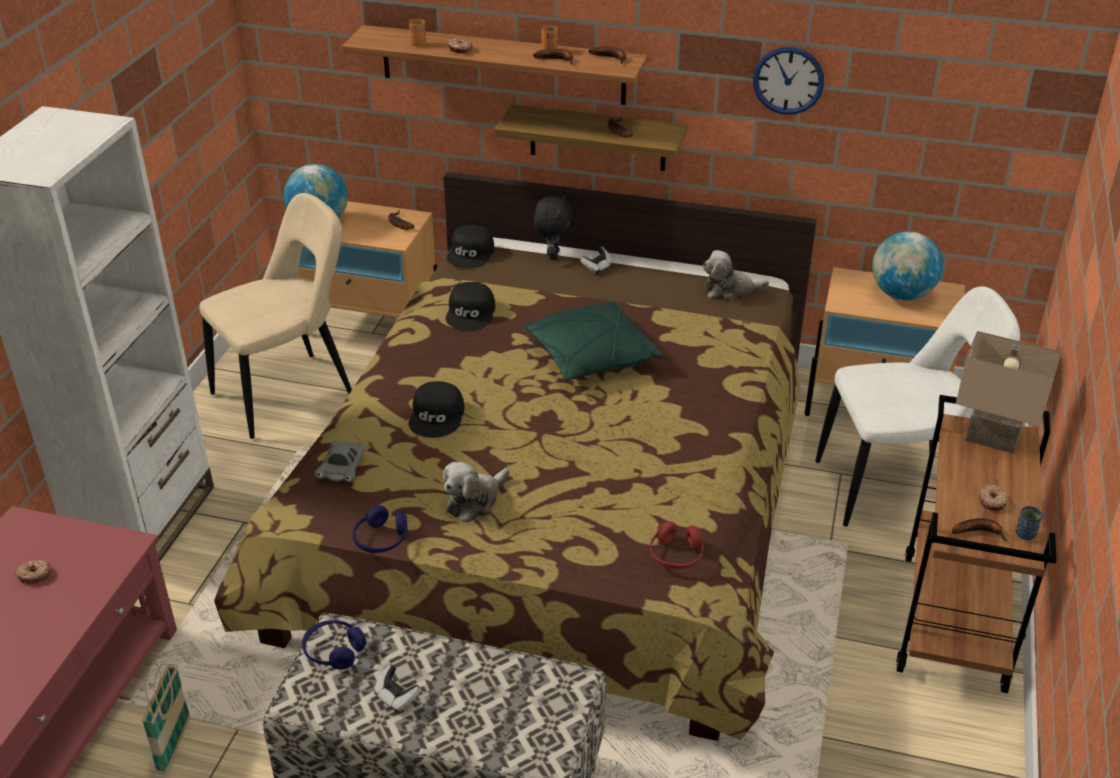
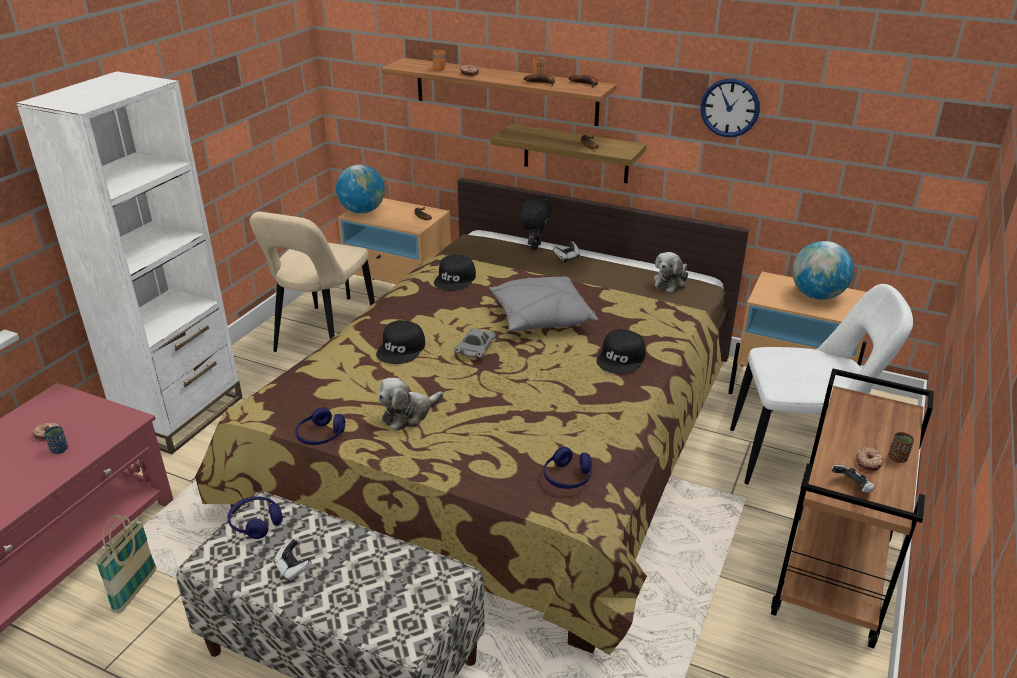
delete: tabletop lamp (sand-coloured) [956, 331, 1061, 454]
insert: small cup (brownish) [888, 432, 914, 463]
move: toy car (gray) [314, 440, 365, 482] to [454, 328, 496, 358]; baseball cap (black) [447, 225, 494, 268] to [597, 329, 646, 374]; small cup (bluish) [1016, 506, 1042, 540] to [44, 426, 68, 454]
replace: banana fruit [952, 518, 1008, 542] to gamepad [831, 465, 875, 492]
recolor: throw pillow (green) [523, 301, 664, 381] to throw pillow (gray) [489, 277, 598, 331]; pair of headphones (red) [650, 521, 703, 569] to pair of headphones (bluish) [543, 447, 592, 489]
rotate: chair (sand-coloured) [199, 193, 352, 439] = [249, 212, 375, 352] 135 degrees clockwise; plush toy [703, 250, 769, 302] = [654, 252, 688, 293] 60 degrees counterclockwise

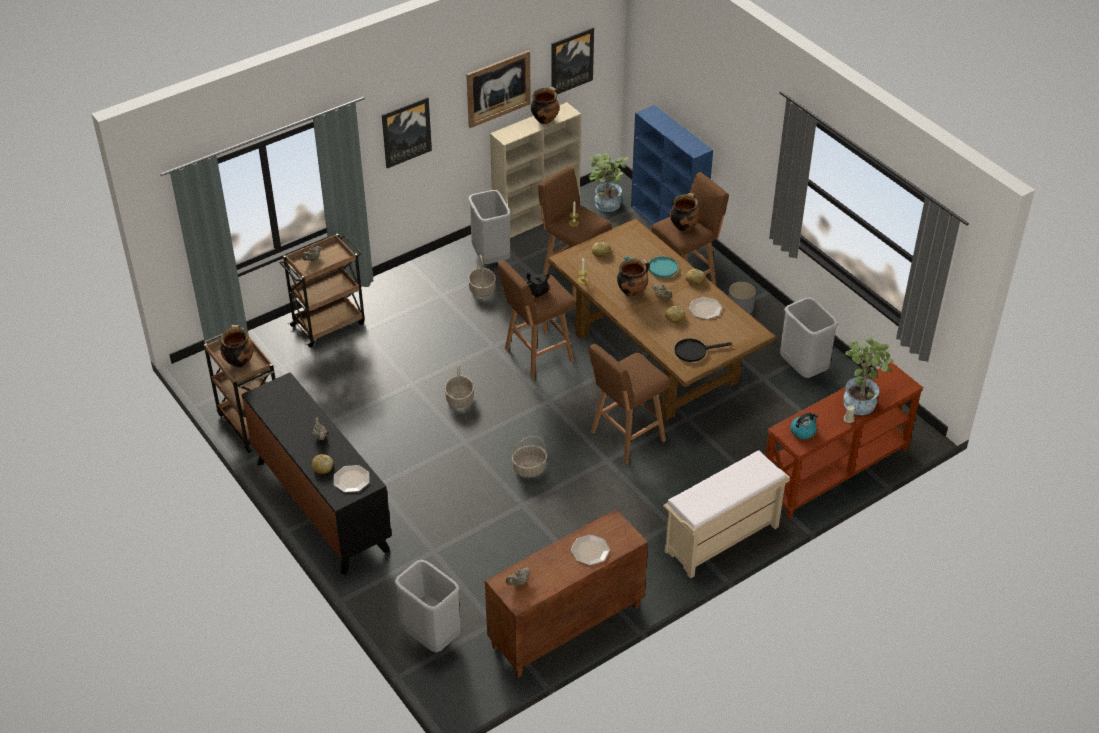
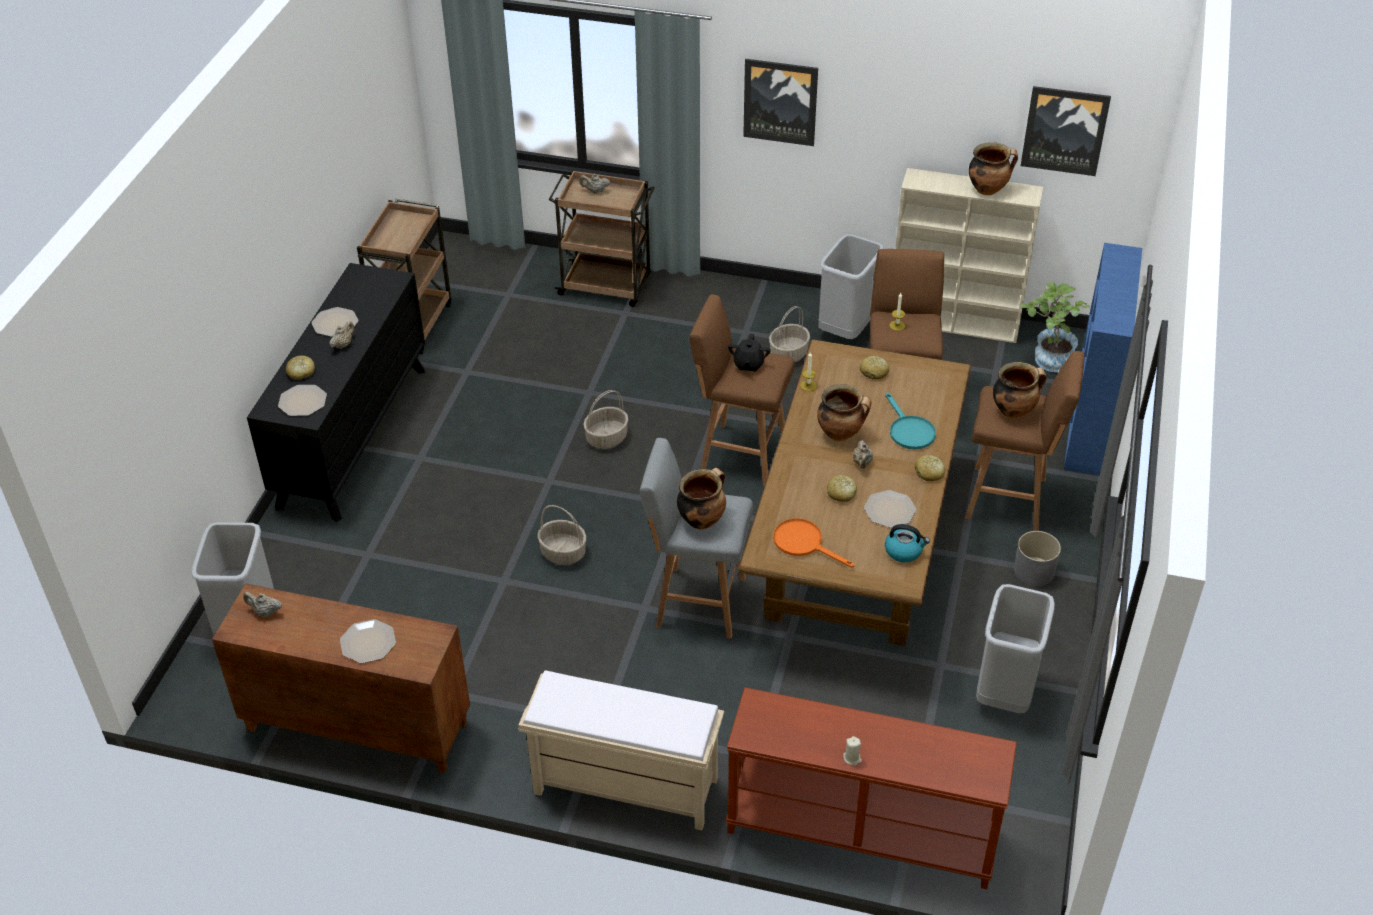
delete: picture [466, 50, 531, 128]; plant in a pot [843, 337, 894, 415]
insert: flat dish [312, 307, 358, 337]
move: cooking pot [220, 325, 253, 368] to [677, 468, 726, 529]; tea kettle [791, 412, 818, 439] to [885, 524, 930, 562]
recolor: stool seat (brownish) [589, 344, 670, 464] to stool seat (gray) [640, 438, 753, 639]; frying pan (black) [675, 339, 732, 362] to frying pan (orange-coloured) [773, 518, 854, 568]

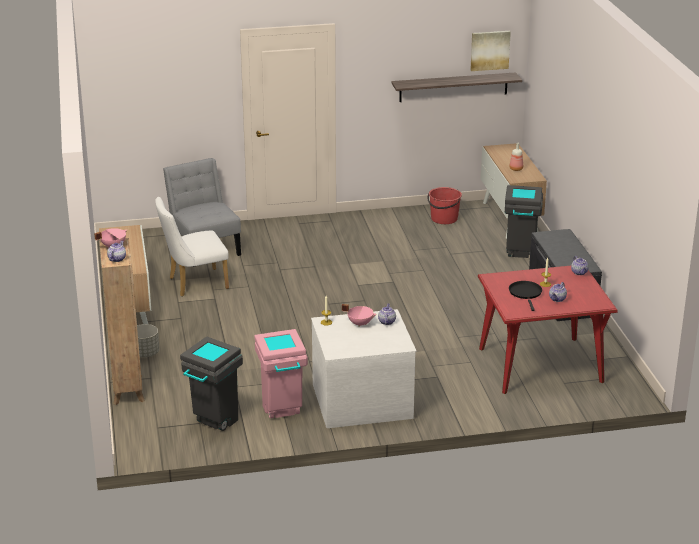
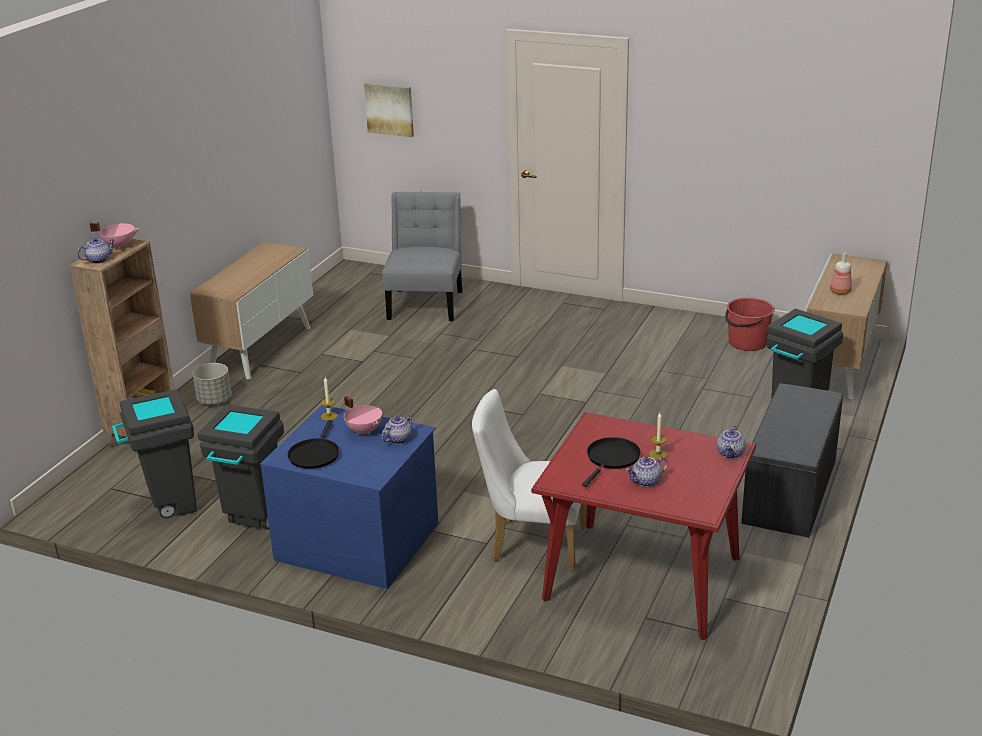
delete: bracket shelf [391, 72, 522, 102]
insert: frying pan (black) [288, 420, 339, 469]
move: chair (whitish) [155, 197, 229, 297] to [472, 389, 586, 572]; picture [470, 31, 511, 71] to [364, 83, 414, 137]
recolor: trash can (pink-coloured) [254, 329, 308, 418] to trash can (gray) [197, 404, 284, 529]; drawer chest (whitish) [311, 309, 417, 428] to drawer chest (bluish) [260, 405, 438, 589]

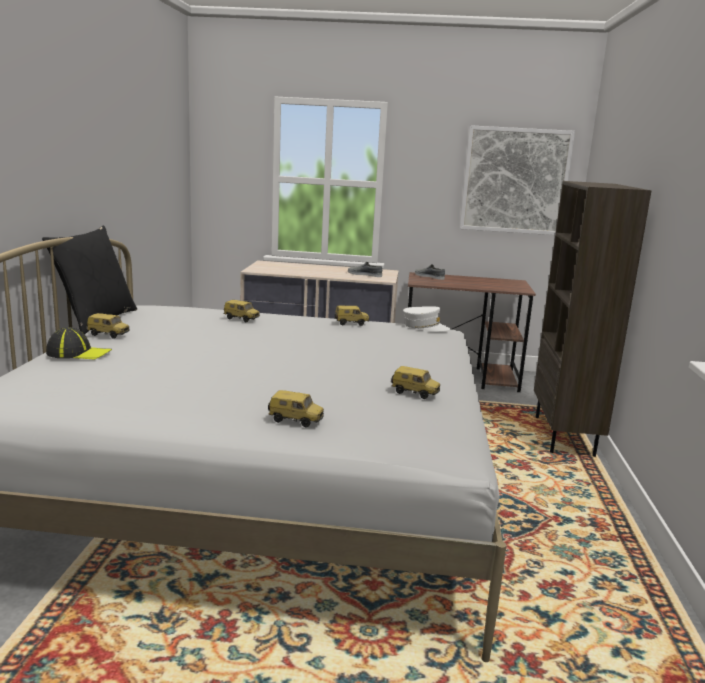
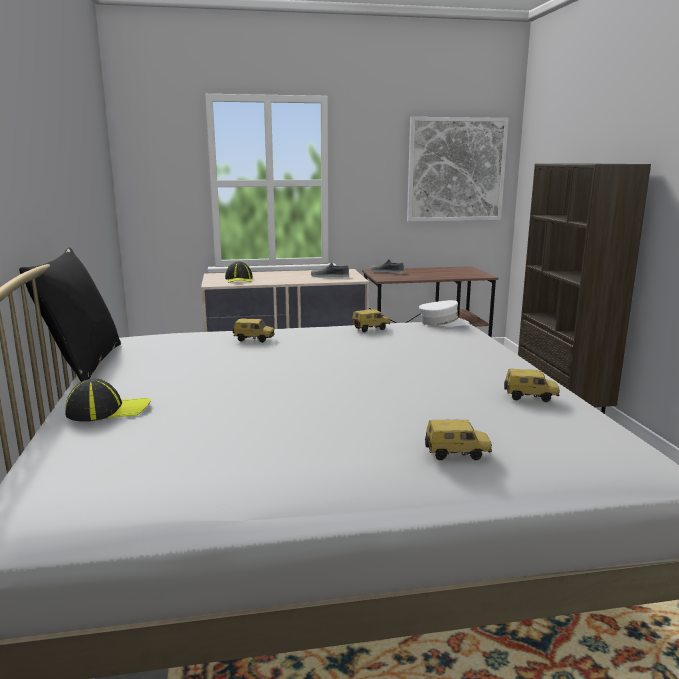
delete: toy car [87, 313, 130, 339]
insert: baseball cap [225, 261, 253, 283]

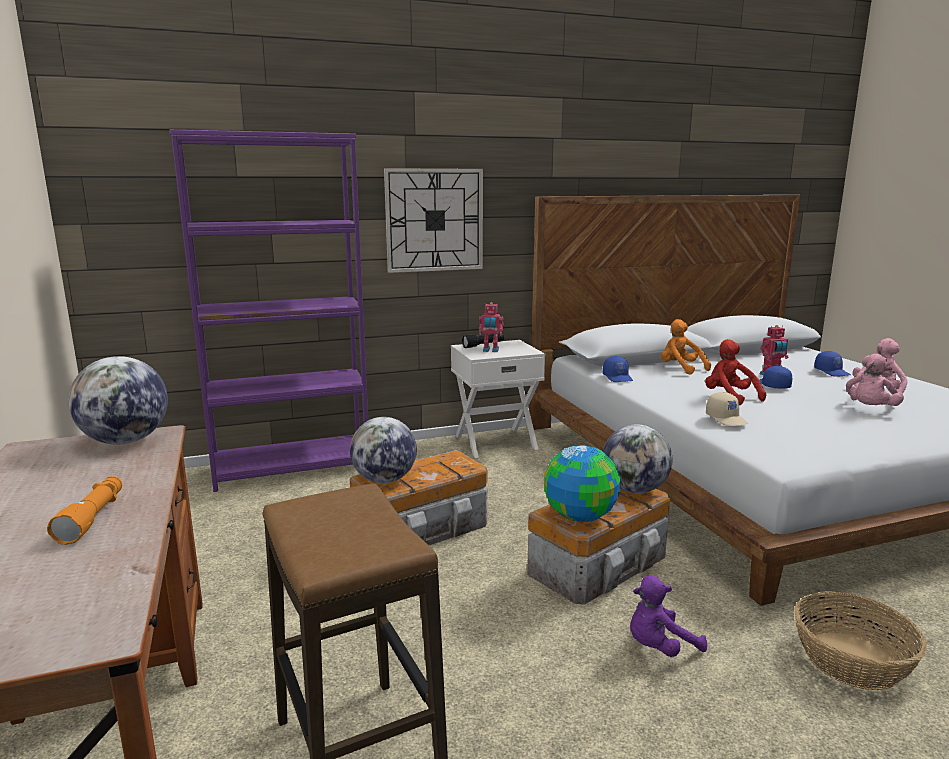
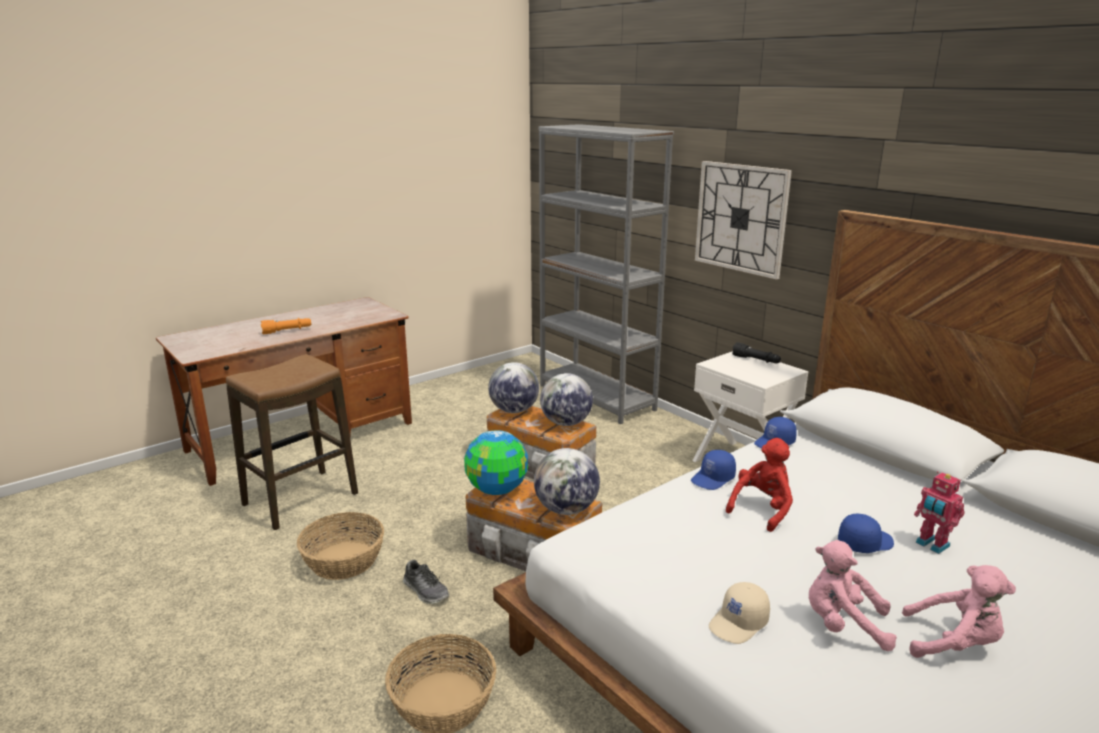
delete: robot figure [479, 302, 503, 352]; plush toy (orange-coloured) [661, 319, 711, 375]
insert: storage basket [297, 512, 384, 580]
move: globe [68, 356, 168, 445] to [540, 373, 593, 426]; baseball cap (sand-coloured) [706, 392, 748, 426] to [709, 582, 770, 644]; baseball cap (bluish) [814, 351, 851, 377] to [691, 450, 736, 490]
replace: plush toy (purple) [630, 575, 707, 657] to item of footwear [403, 560, 450, 604]
recolor: bookcase (purple) [169, 129, 368, 492] to bookcase (gray) [538, 124, 674, 424]

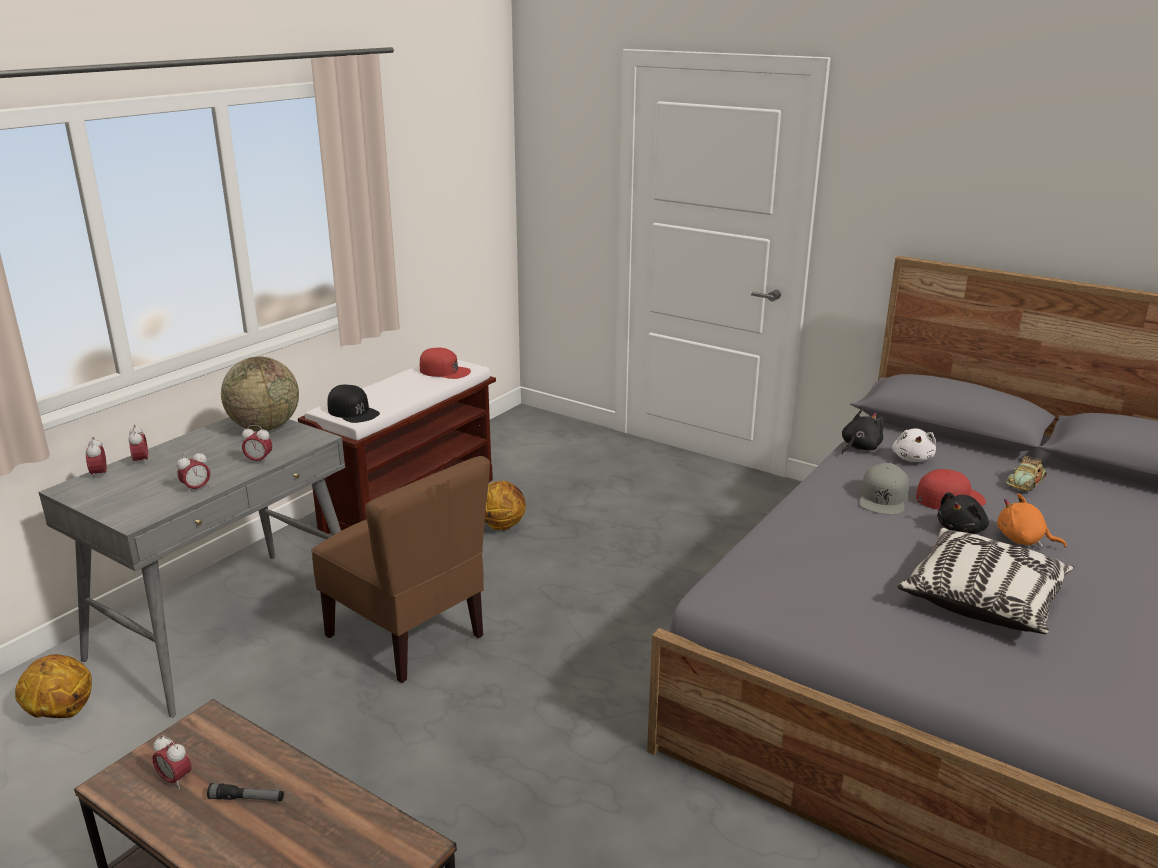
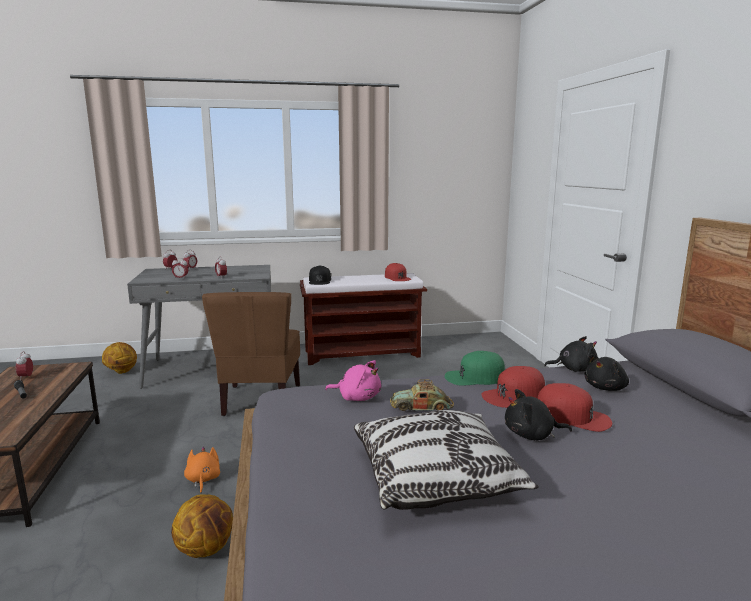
delete: globe [221, 356, 299, 431]
insert: plush toy (pink-coloured) [325, 360, 381, 401]; baseball cap (green) [445, 351, 505, 386]
move: basketball ball [485, 481, 526, 530] to [171, 494, 233, 558]; plush toy (orange-coloured) [997, 493, 1066, 548] to [184, 446, 220, 493]; toy car [1006, 456, 1047, 491] to [390, 379, 454, 411]
recolor: baseball cap (gray) [859, 463, 909, 514] to baseball cap (red) [482, 366, 545, 408]; plush toy (whitish) [892, 428, 936, 462] to plush toy (black) [584, 354, 629, 391]

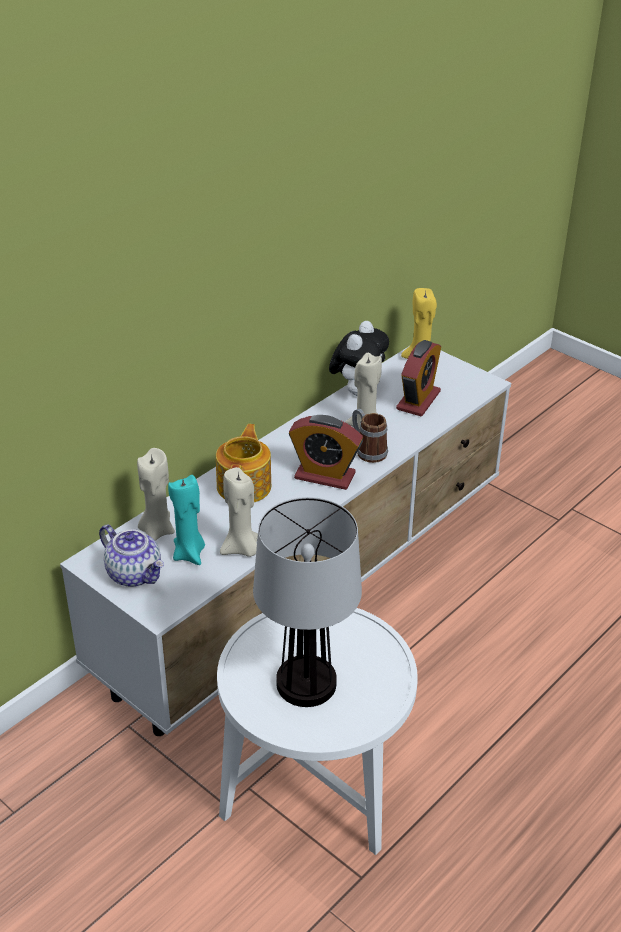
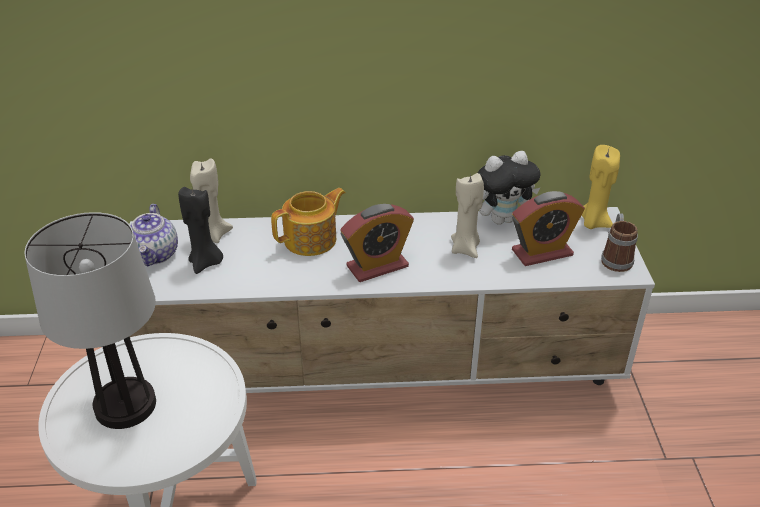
delete: wax candle (sand-coloured) [220, 467, 258, 557]
move: coffee mug [352, 409, 388, 463] to [601, 213, 638, 272]
recolor: wax candle (blue-green) [168, 475, 205, 565] to wax candle (black) [178, 187, 223, 274]
rotate: alarm clock [289, 415, 363, 490] = [340, 204, 414, 282] 90 degrees counterclockwise

